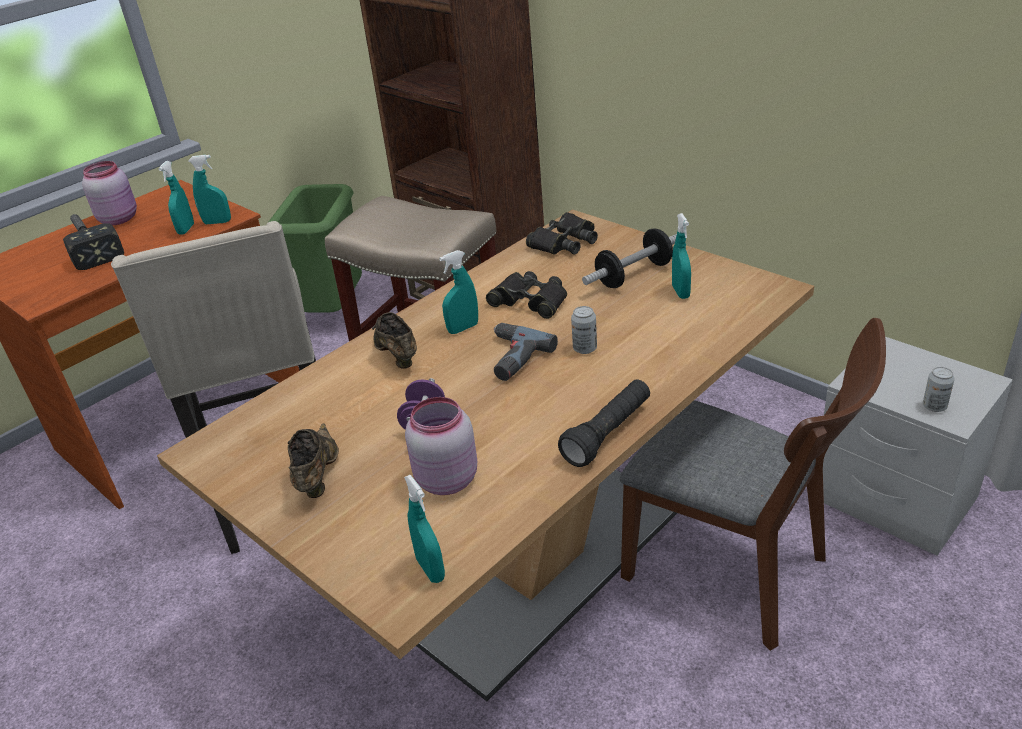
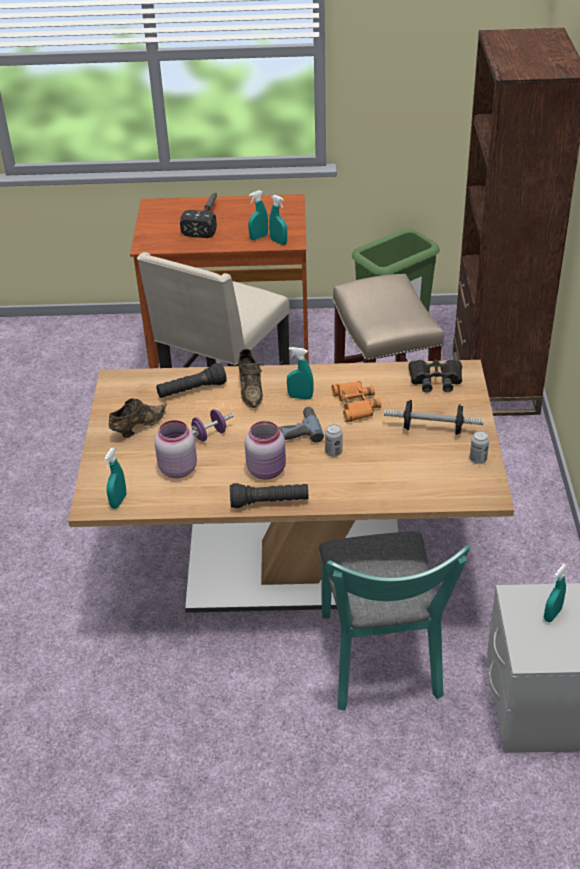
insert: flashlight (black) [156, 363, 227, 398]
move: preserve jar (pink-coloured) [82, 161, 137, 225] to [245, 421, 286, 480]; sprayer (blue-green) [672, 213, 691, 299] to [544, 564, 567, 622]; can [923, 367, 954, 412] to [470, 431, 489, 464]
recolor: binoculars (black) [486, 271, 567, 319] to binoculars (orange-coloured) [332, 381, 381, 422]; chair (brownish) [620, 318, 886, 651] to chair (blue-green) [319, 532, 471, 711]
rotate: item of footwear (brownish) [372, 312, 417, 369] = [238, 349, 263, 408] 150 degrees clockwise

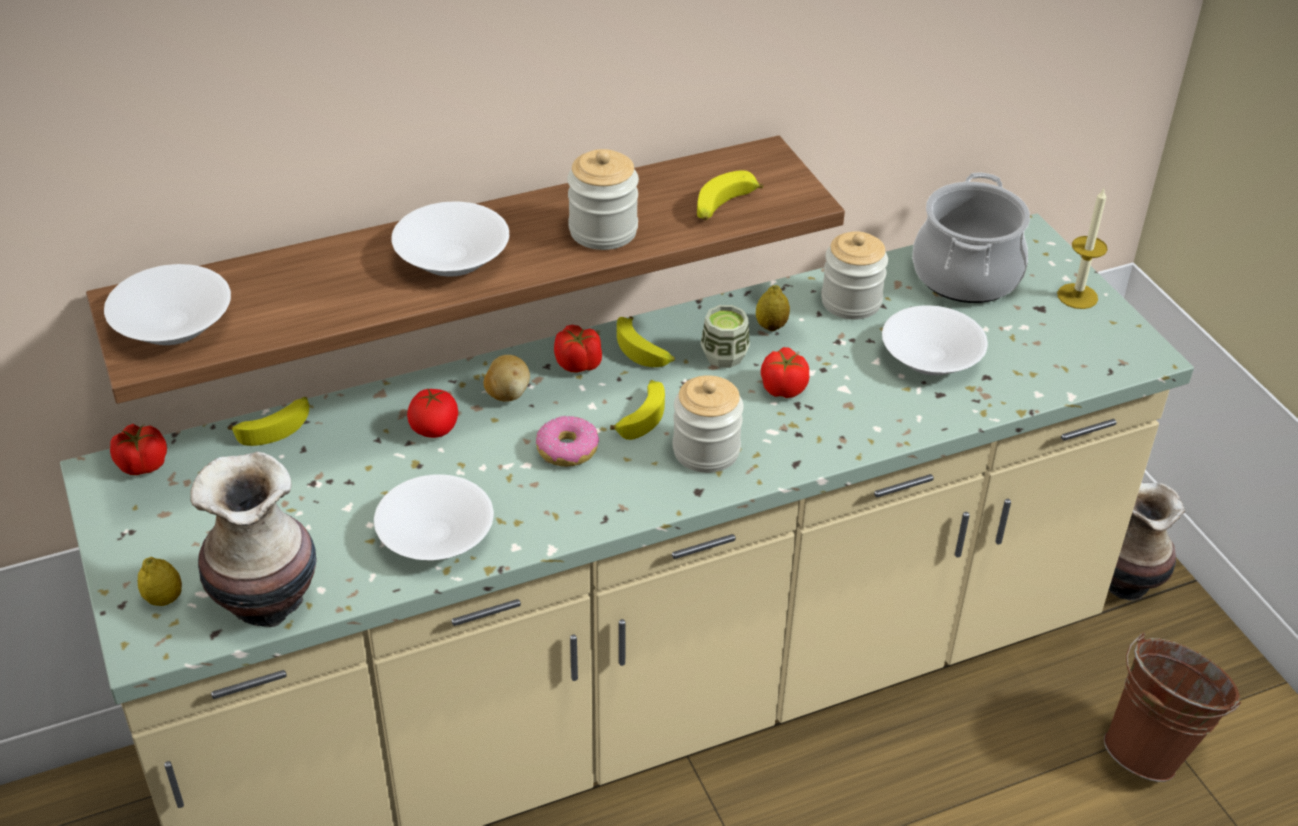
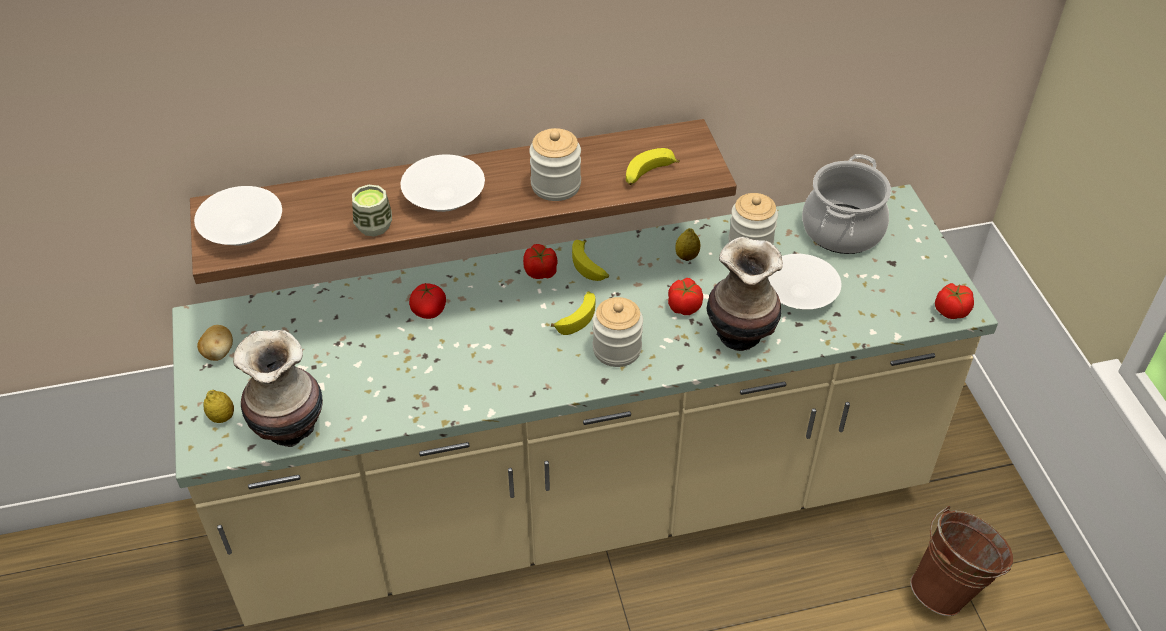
delete: banana fruit [228, 397, 309, 446]; bowl (whitish) [374, 474, 494, 560]; donut [536, 416, 599, 467]; wax candle [1057, 188, 1108, 309]
move: whole tomato [110, 424, 167, 475] to [935, 283, 974, 319]; spud [484, 355, 530, 402] to [197, 325, 233, 361]; small cup [700, 305, 750, 368] to [352, 185, 392, 237]; vase [1109, 482, 1185, 600] to [707, 237, 783, 351]

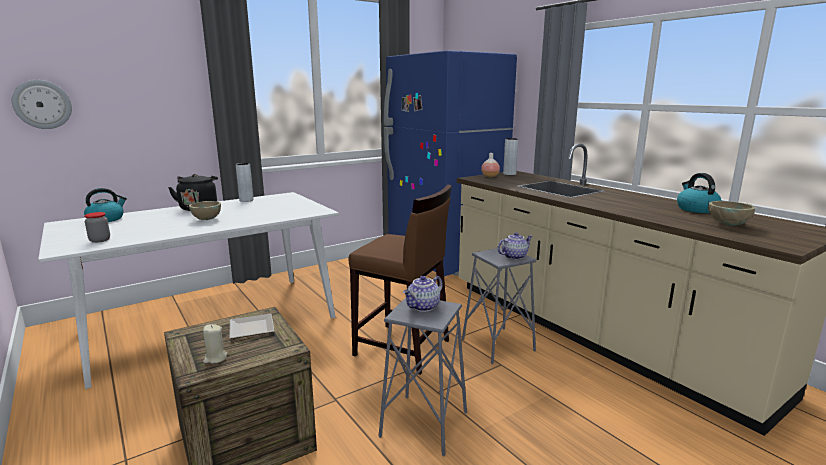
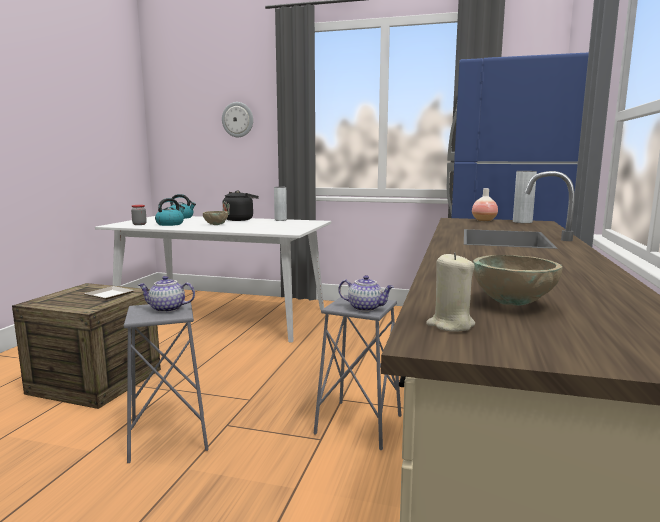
delete: stool seat (brownish) [348, 184, 452, 375]
move: hanging clock [12, 80, 72, 129] to [222, 102, 253, 137]; wax candle (sand-coloured) [203, 324, 228, 364] to [426, 252, 475, 332]; tea kettle [677, 173, 722, 213] to [155, 198, 185, 226]

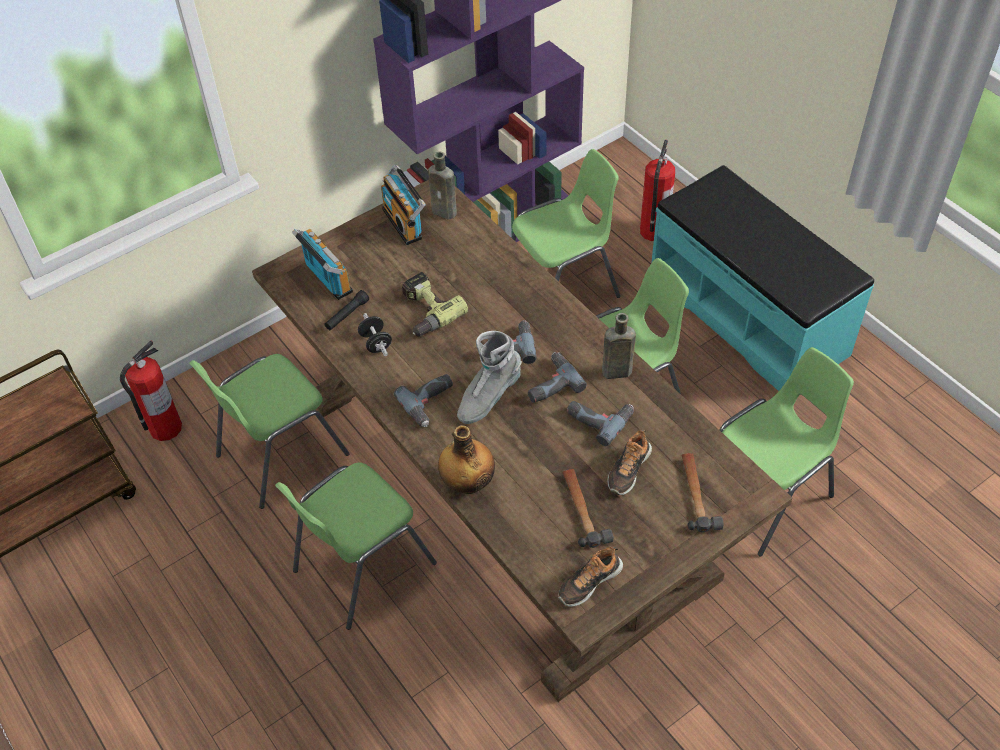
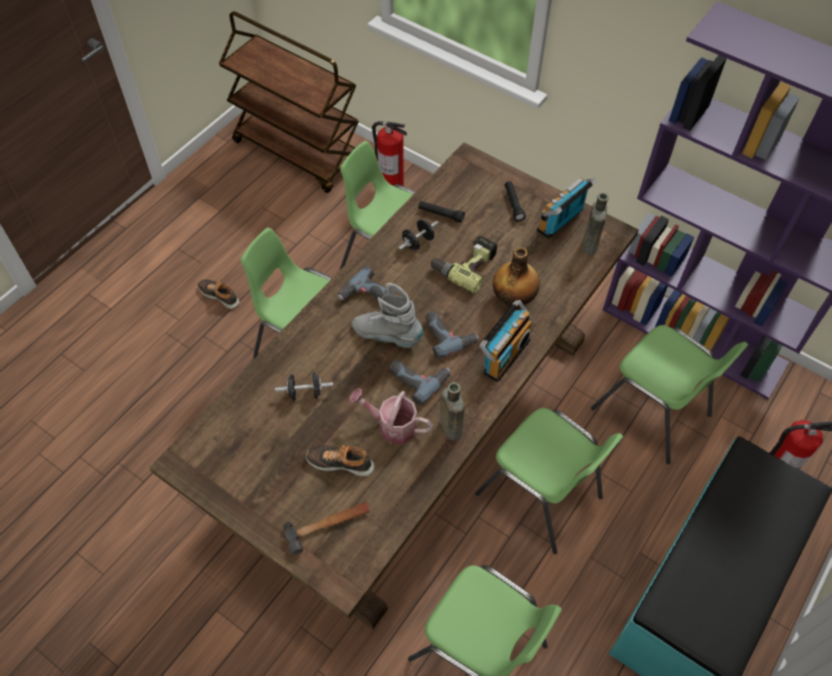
delete: tool hammer [563, 469, 614, 548]
insert: dumbbell (black) [275, 372, 333, 401]; flashlight (black) [505, 181, 526, 222]
move: radio receiver [292, 229, 353, 300] to [479, 300, 532, 382]; beverage bottle [438, 425, 495, 494] to [493, 247, 540, 309]; item of footwear [558, 547, 623, 607] to [198, 280, 240, 309]
replace: power drill [567, 401, 634, 446] to watering pot [349, 388, 433, 444]

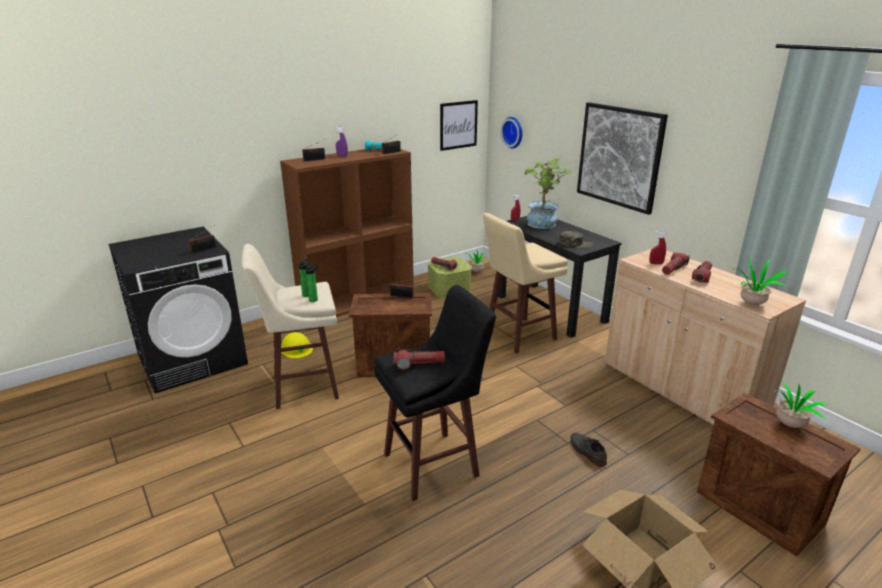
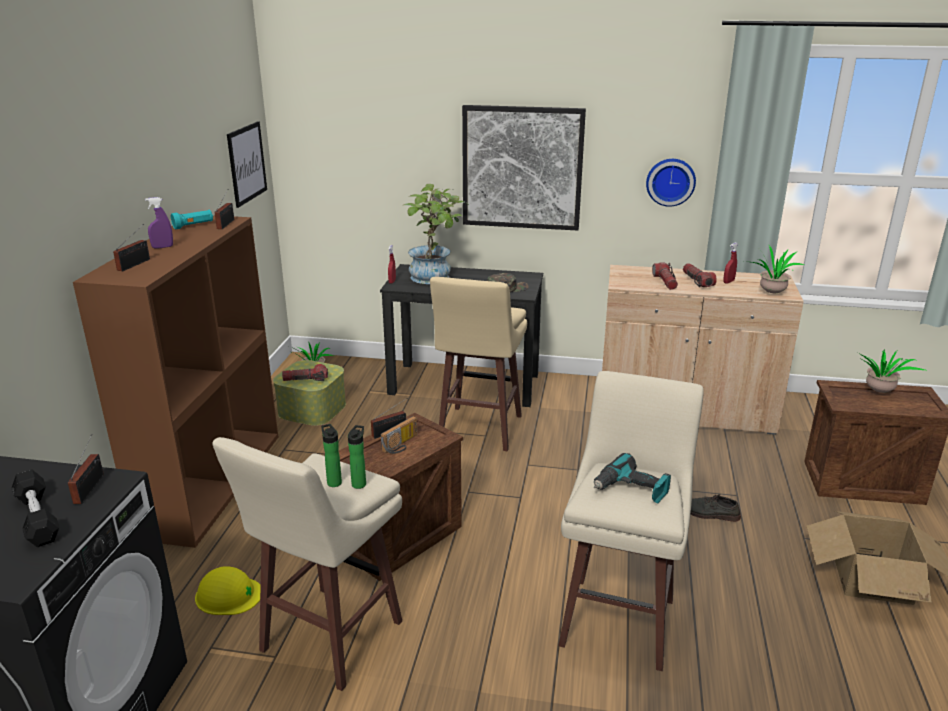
insert: dumbbell (black) [12, 469, 59, 547]; radio receiver [381, 416, 417, 454]
move: hanging clock [501, 117, 523, 149] to [646, 159, 696, 207]; sprayer (red) [649, 231, 666, 264] to [723, 242, 738, 284]
replace: flashlight [393, 349, 445, 370] to power drill [594, 453, 671, 504]
recolor: stool seat (black) [374, 285, 496, 501] to stool seat (sand-coloured) [558, 371, 704, 671]

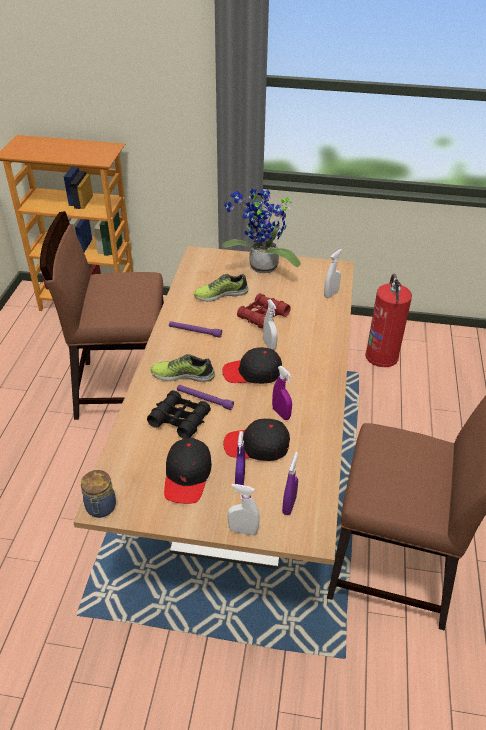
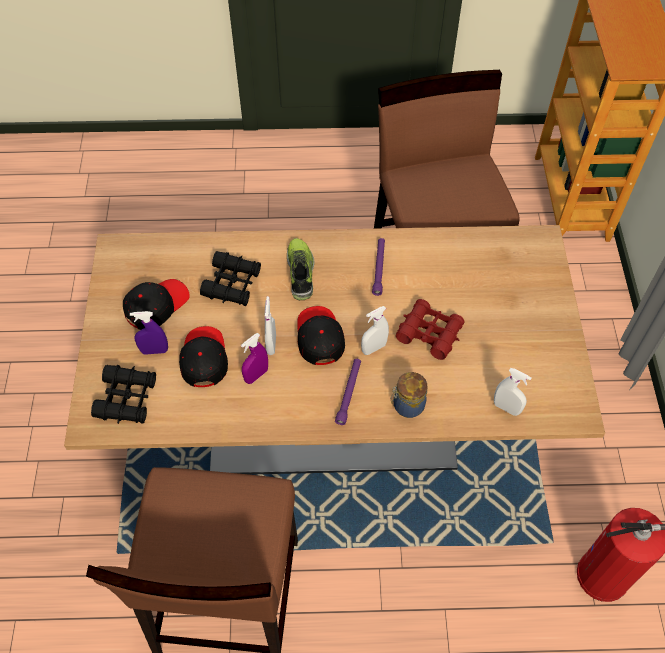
delete: item of footwear [194, 274, 249, 302]; plant in a pot [222, 189, 301, 273]
move: preserve jar [81, 470, 116, 518] to [391, 372, 428, 418]; flashlight (purple) [177, 385, 234, 410] to [335, 359, 361, 425]; sprayer (whitish) [228, 484, 260, 536] to [265, 296, 276, 355]
replace: sprayer (purple) [282, 452, 298, 515] to binoculars (black) [91, 365, 156, 424]
rotate: baseball cap (black) [164, 438, 212, 504] = [123, 279, 190, 330] 135 degrees clockwise

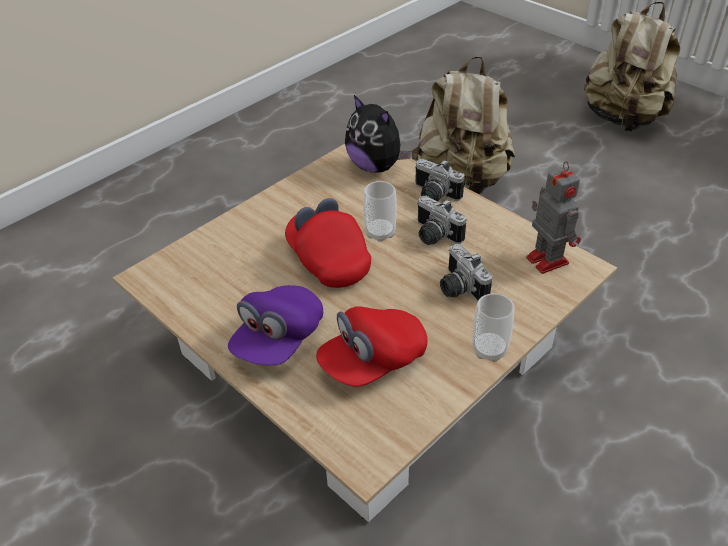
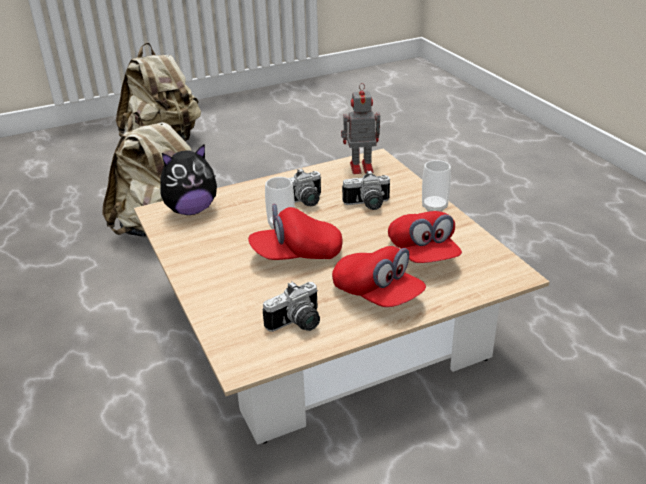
move: photo camera [415, 159, 465, 201] to [263, 282, 320, 332]
recolor: baseball cap (purple) [228, 285, 323, 365] to baseball cap (red) [332, 246, 426, 307]

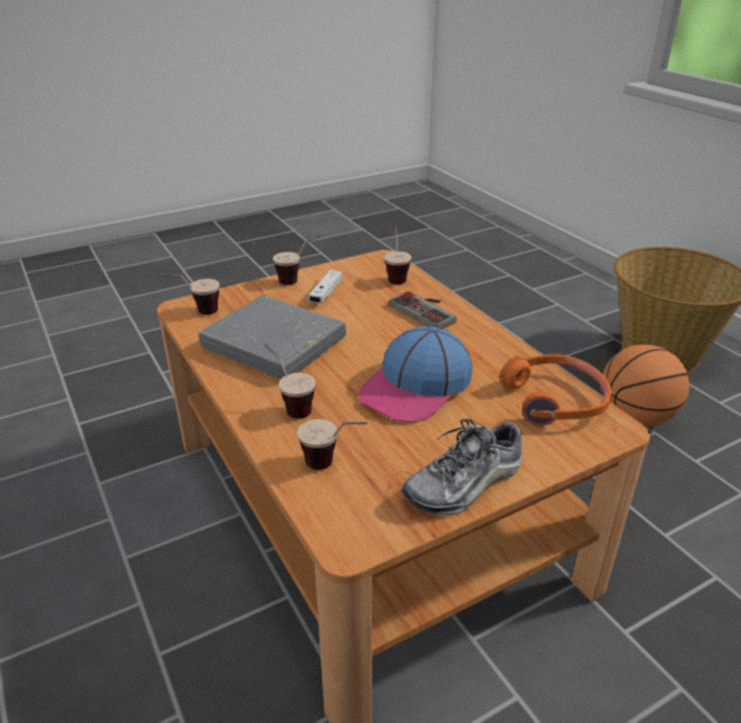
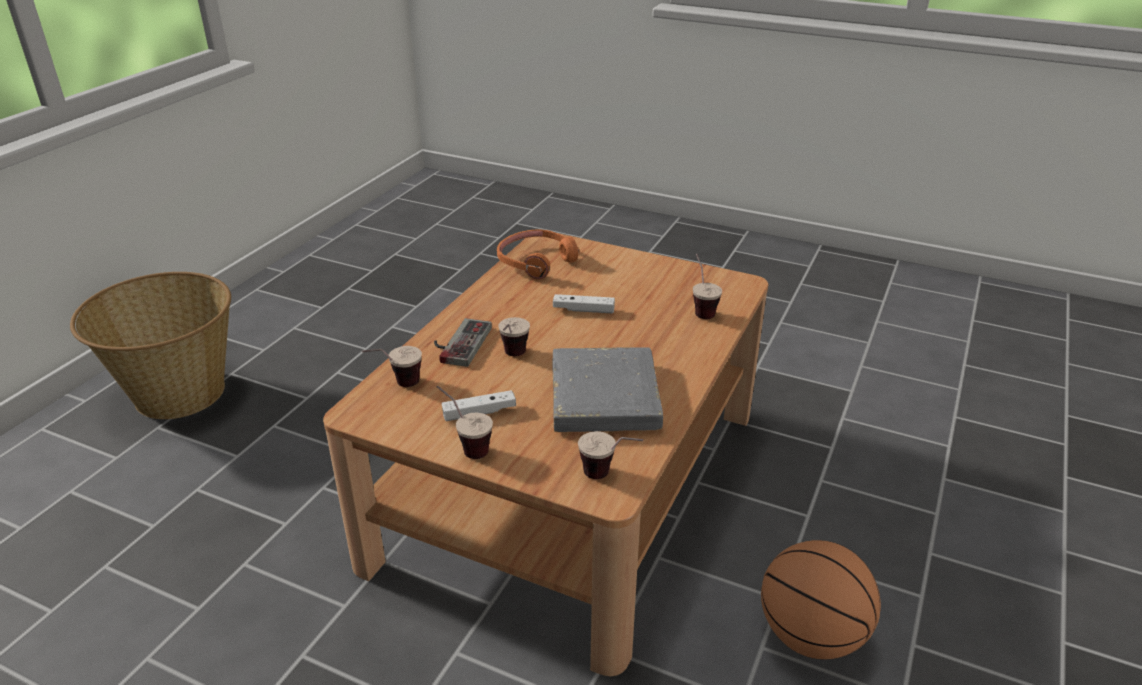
delete: item of footwear [402, 418, 523, 515]
move: small cup [264, 343, 316, 419] to [498, 317, 530, 356]; basketball ball [601, 345, 689, 426] to [761, 540, 881, 659]
replace: baseball cap [358, 326, 473, 422] to gamepad (whitish) [553, 294, 615, 313]

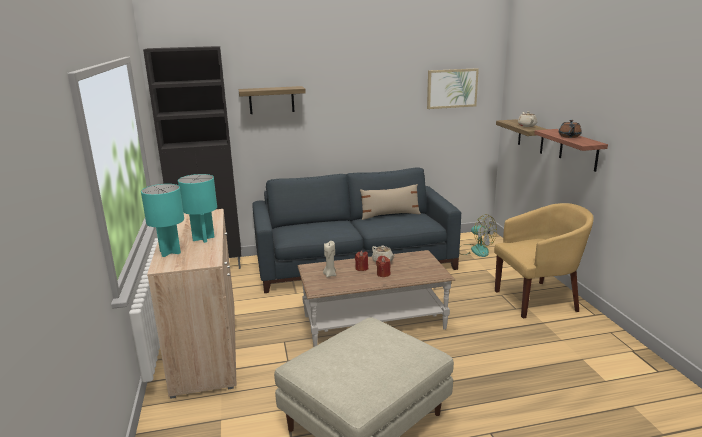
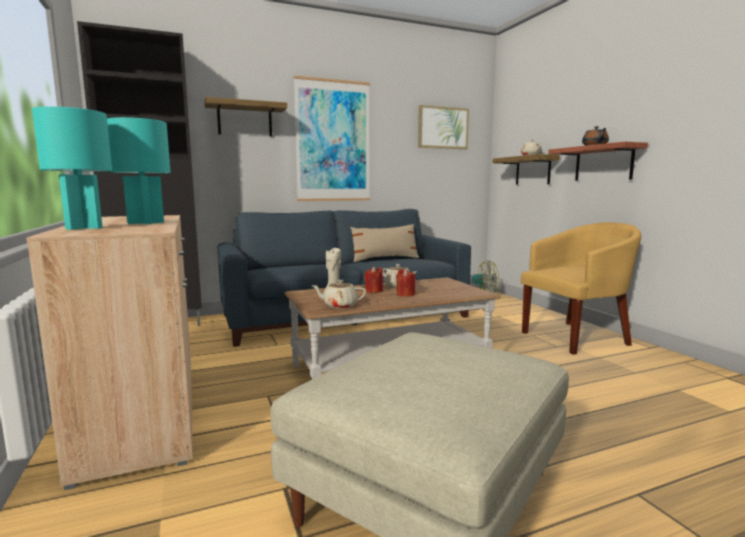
insert: picture [294, 76, 370, 201]; teapot (sand-coloured) [311, 280, 366, 309]

